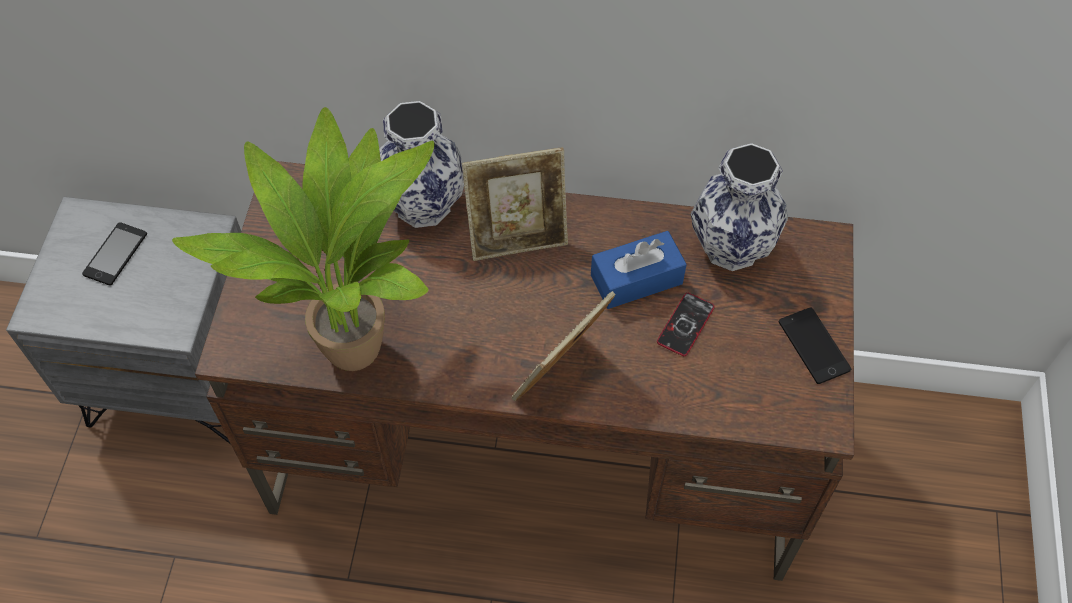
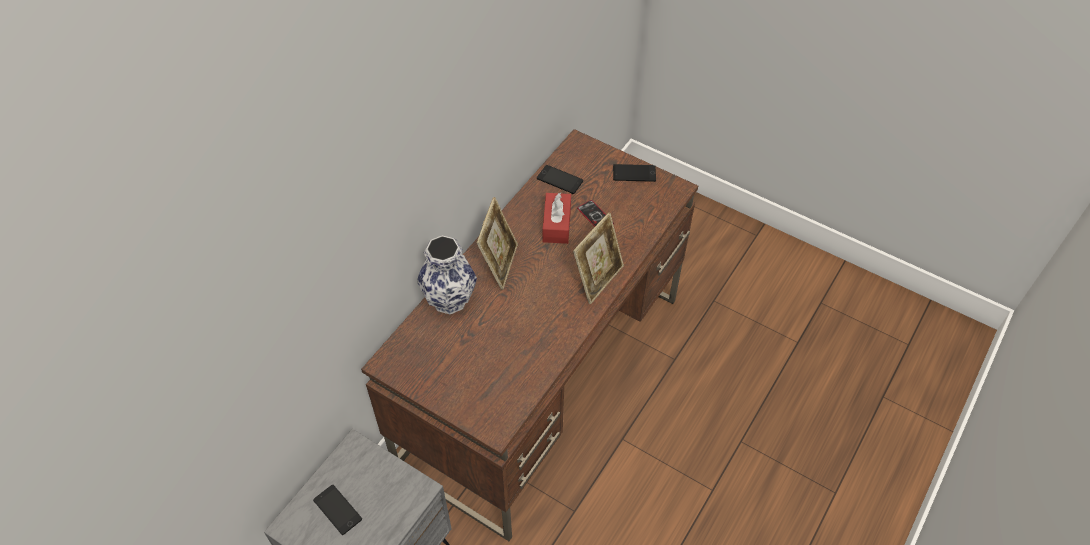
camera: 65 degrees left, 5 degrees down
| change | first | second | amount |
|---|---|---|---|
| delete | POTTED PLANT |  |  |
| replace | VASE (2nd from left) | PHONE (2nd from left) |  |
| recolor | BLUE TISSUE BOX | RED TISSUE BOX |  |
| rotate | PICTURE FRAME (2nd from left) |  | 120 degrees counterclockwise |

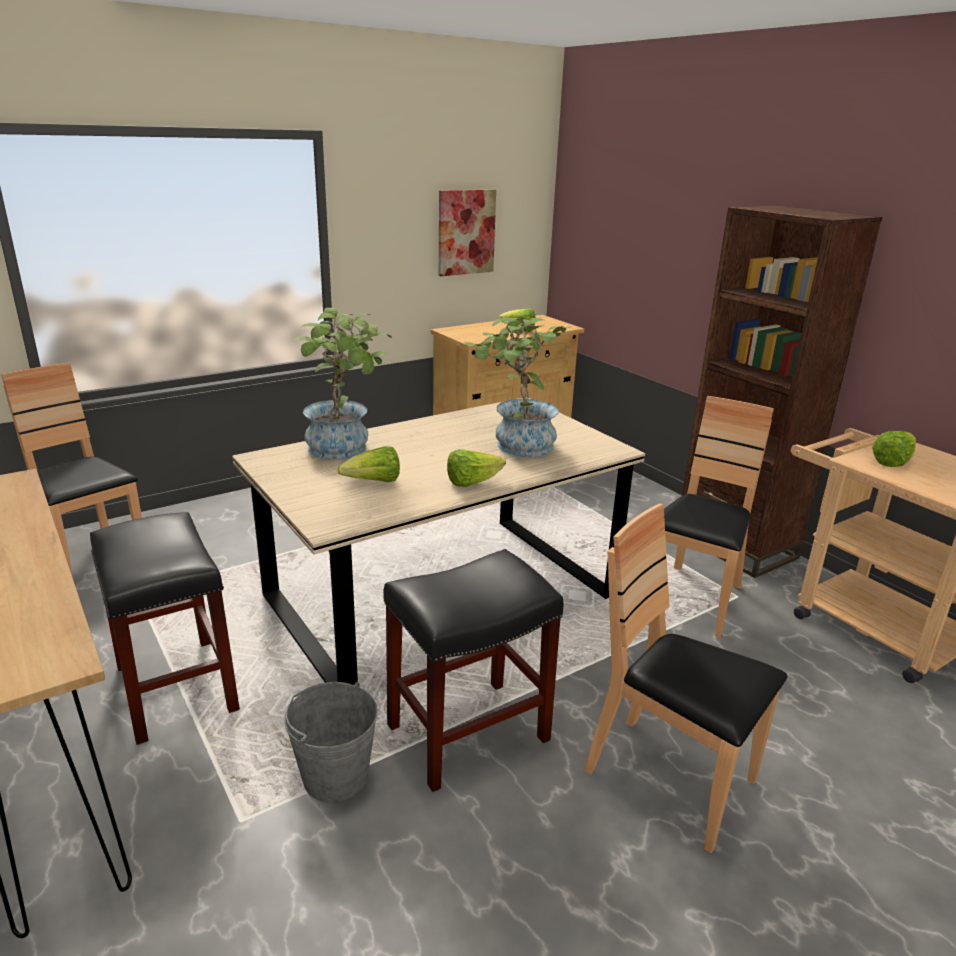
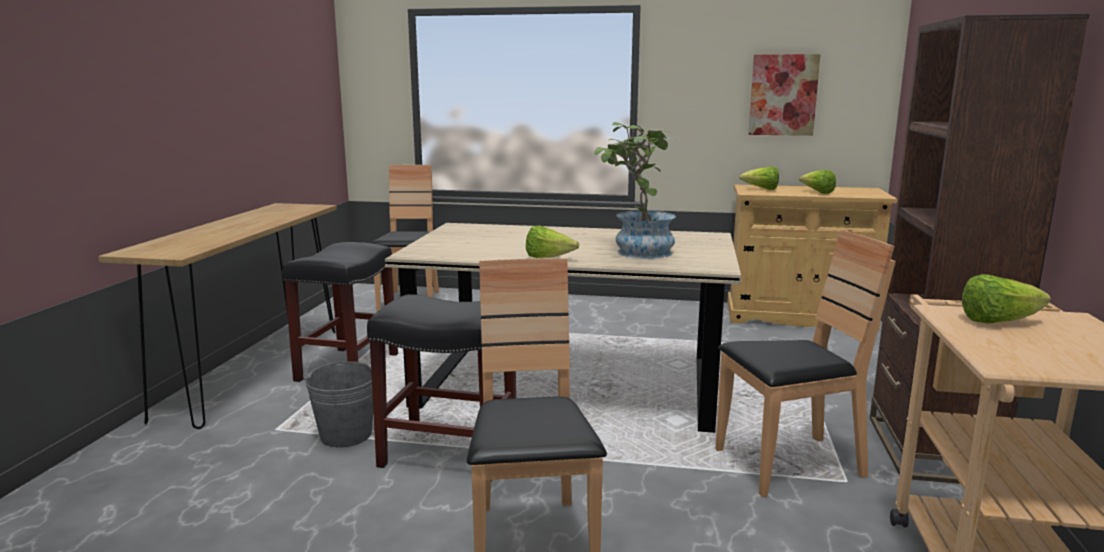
camera: 45 degrees right, 10 degrees down
| change | first | second | amount |
|---|---|---|---|
| delete | POTTED PLANT (1st from left) |  |  |
| move | LETTUCE (1st from left in the first image) | LETTUCE (2nd from left) |  |

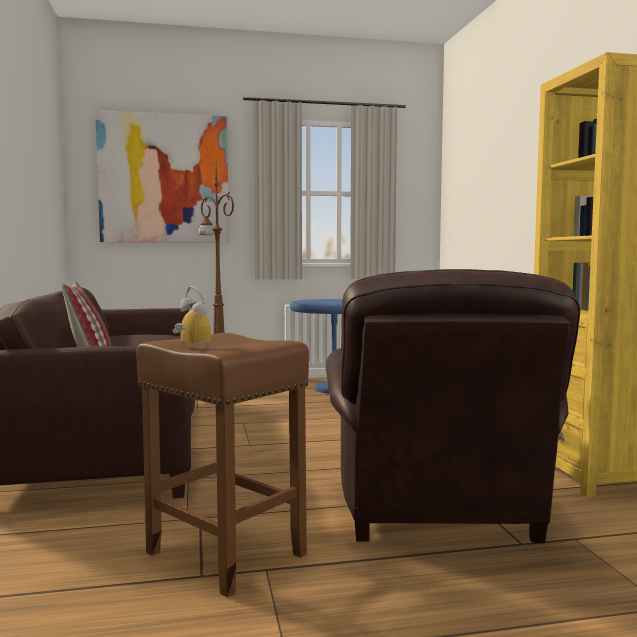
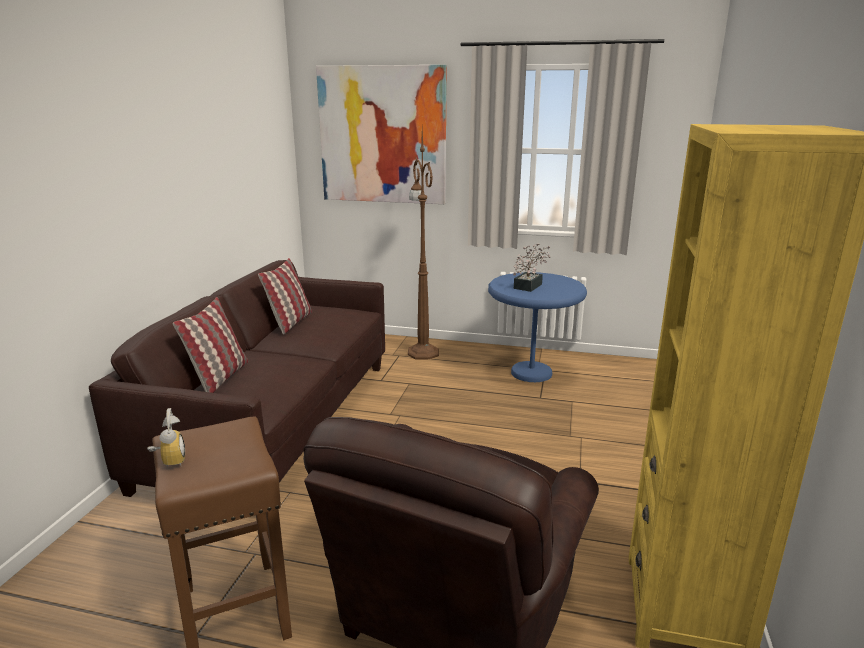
camera: 25 degrees right, 15 degrees up
| change | first | second | amount |
|---|---|---|---|
| insert |  | POTTED PLANT |  |
| insert |  | PILLOW (2nd from left) |  |

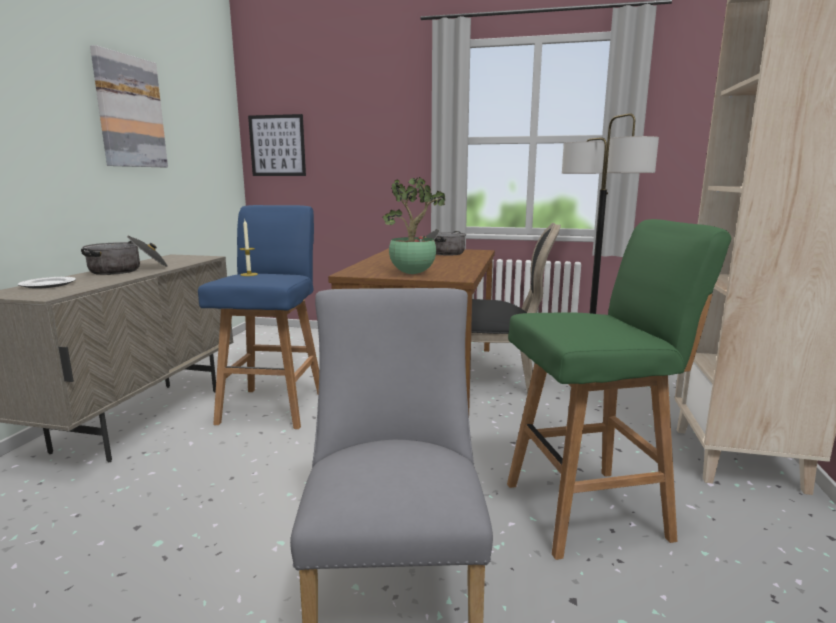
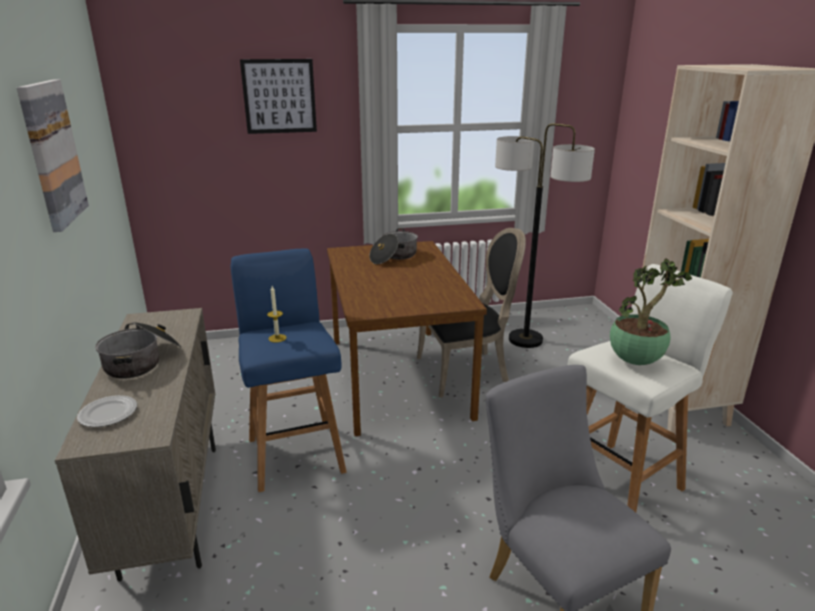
camera: 25 degrees left, 10 degrees up
| change | first | second | amount |
|---|---|---|---|
| move | PICTURE (2nd from left) |  |  |
| move | POTTED PLANT |  |  |
| recolor | GREEN STOOL | WHITE STOOL |  |

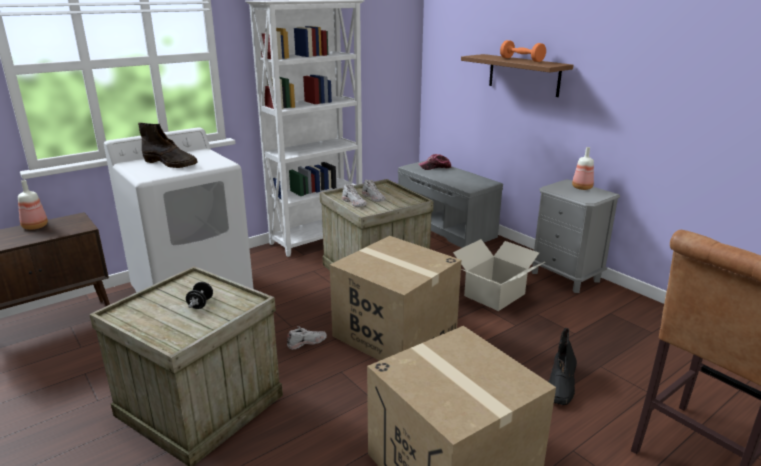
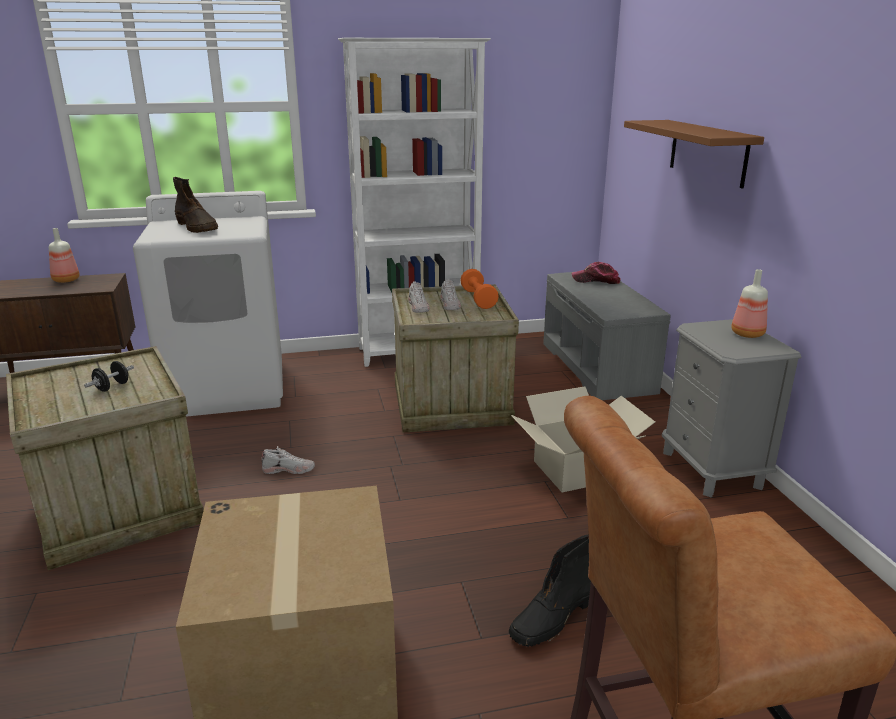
camera: 25 degrees right, 0 degrees up
| change | first | second | amount |
|---|---|---|---|
| move | ORANGE DUMBBELL |  |  |
| delete | CARDBOARD BOX (1st from left) |  |  |

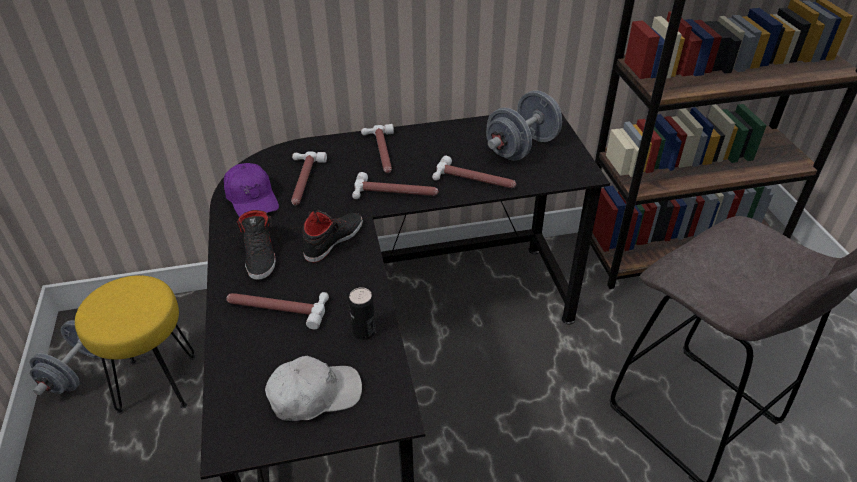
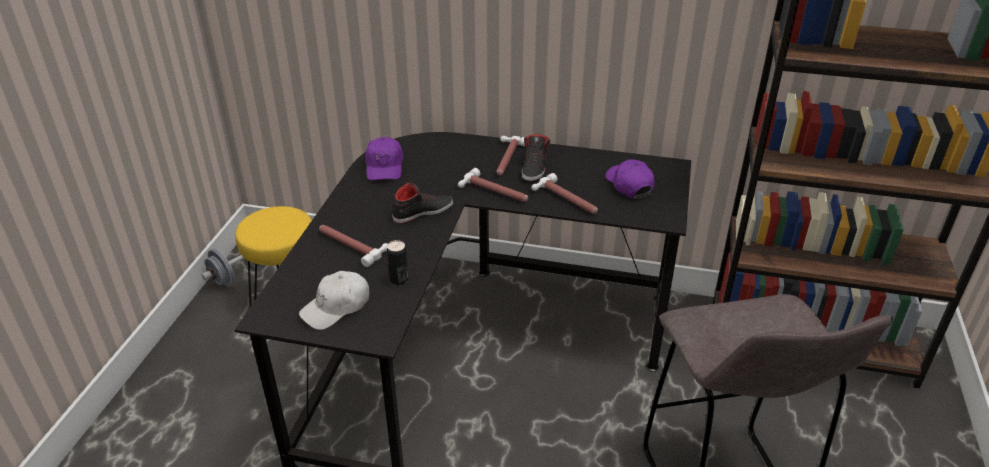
camera: 25 degrees right, 5 degrees down
| change | first | second | amount |
|---|---|---|---|
| replace | GREY DUMBBELL (2nd from left) | PURPLE CAP (2nd from left) |  |
| delete | HAMMER (2nd from left) |  |  |
| move | BLACK SHOE (1st from left in the first image) | BLACK SHOE (2nd from left) |  |
| rotate | WHITE CAP |  | 135 degrees clockwise |

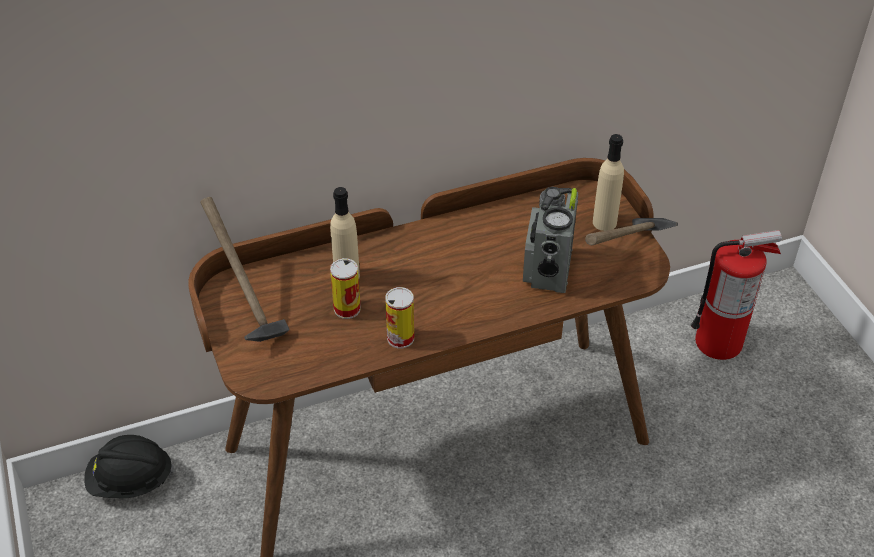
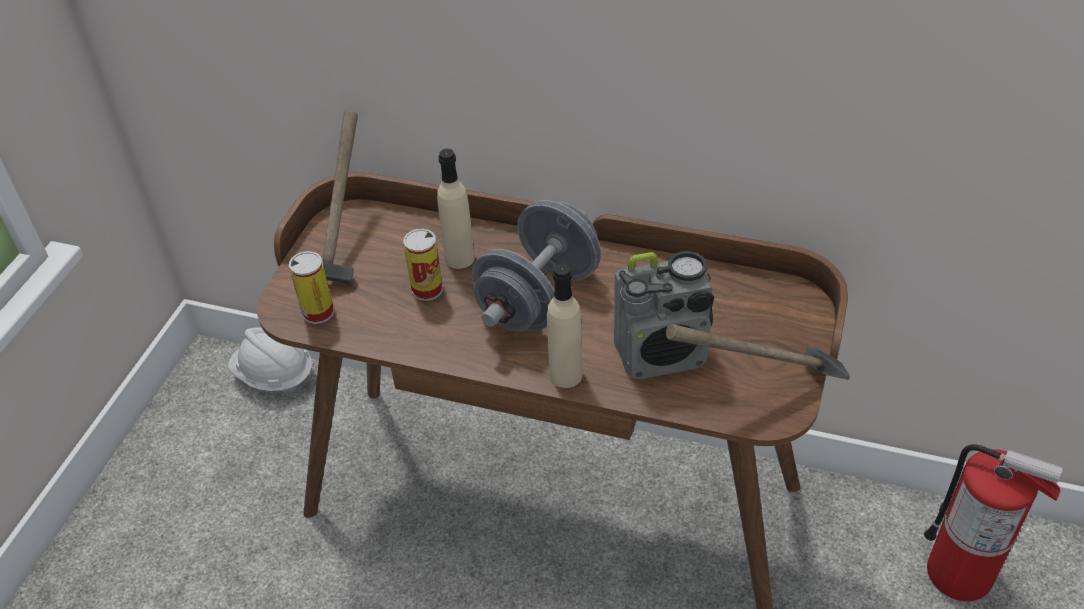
camera: 40 degrees right, 0 degrees up
| change | first | second | amount |
|---|---|---|---|
| move | BEIGE BOTTLE (2nd from left) |  |  |
| rotate | RADIO |  | 150 degrees counterclockwise |
| move | CAN (2nd from left in the first image) | CAN (1st from left) |  |
| recolor | BLACK HARD HAT | WHITE HARD HAT |  |
| insert |  | GREY DUMBBELL |  |

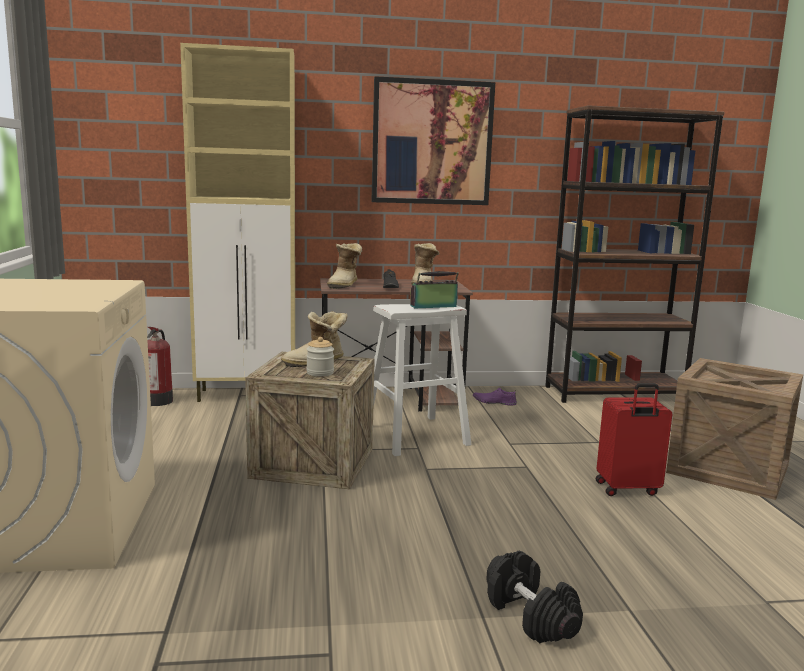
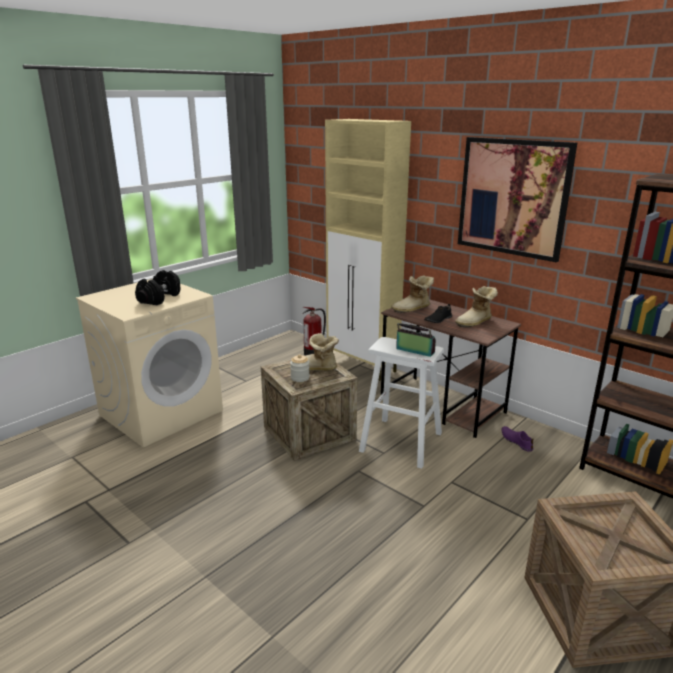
camera: 50 degrees right, 10 degrees up
| change | first | second | amount |
|---|---|---|---|
| delete | RED SUITCASE |  |  |
| move | BLACK DUMBBELL |  |  |

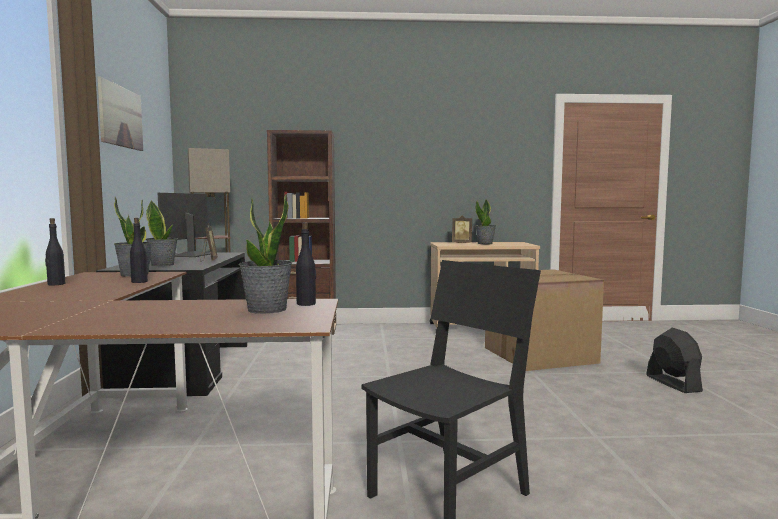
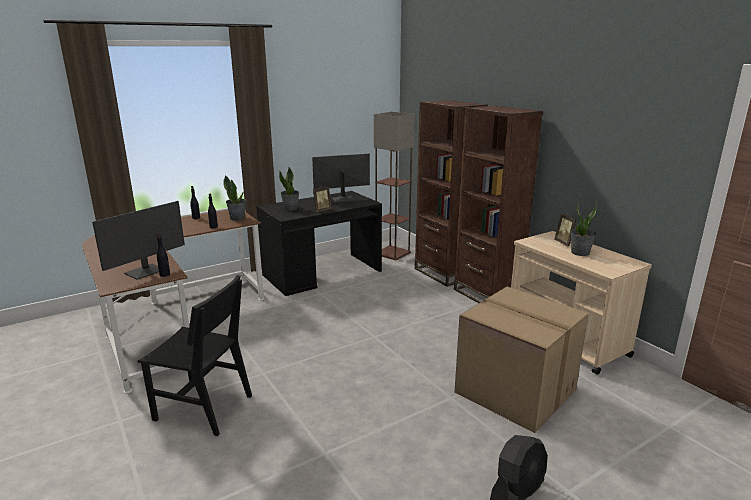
camera: 60 degrees right, 15 degrees up
| change | first | second | amount |
|---|---|---|---|
| delete | PICTURE |  |  |
| replace | POTTED PLANT (3rd from left) | MONITOR (1st from left) |  |
| insert |  | BROWN BOOKCASE (2nd from left) |  |

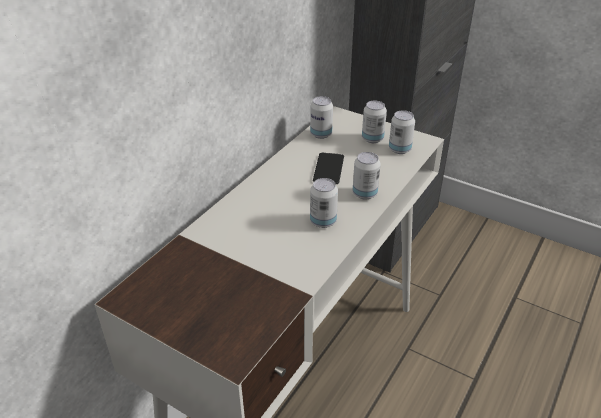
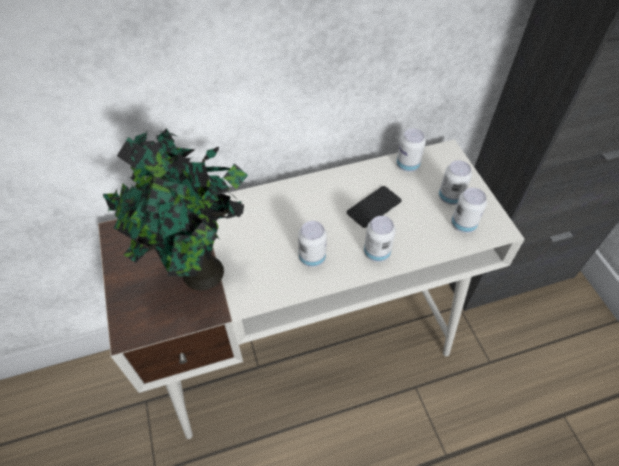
camera: 40 degrees right, 15 degrees up
| change | first | second | amount |
|---|---|---|---|
| insert |  | POTTED PLANT |  |

